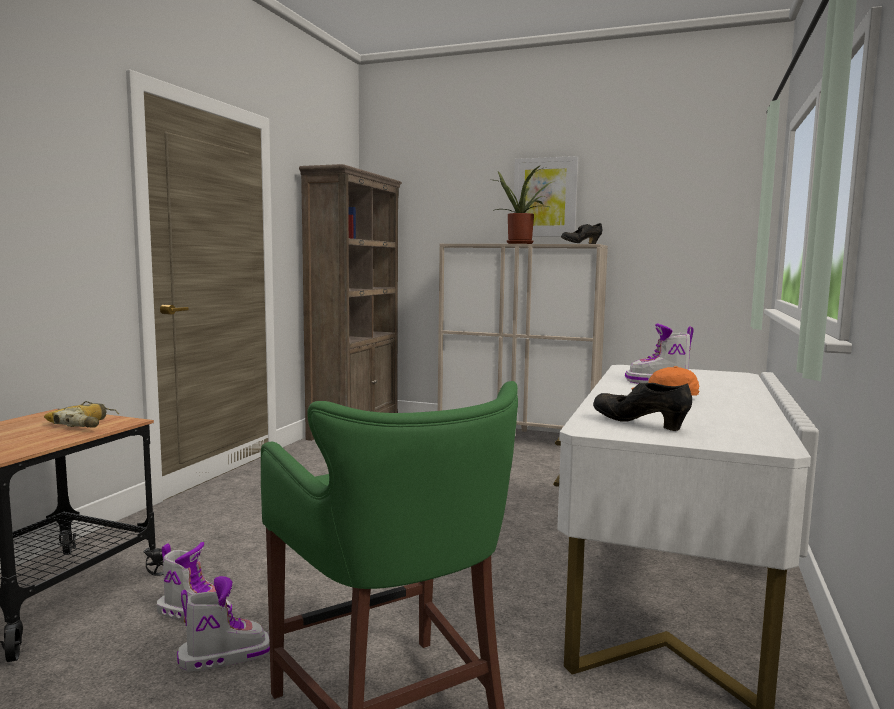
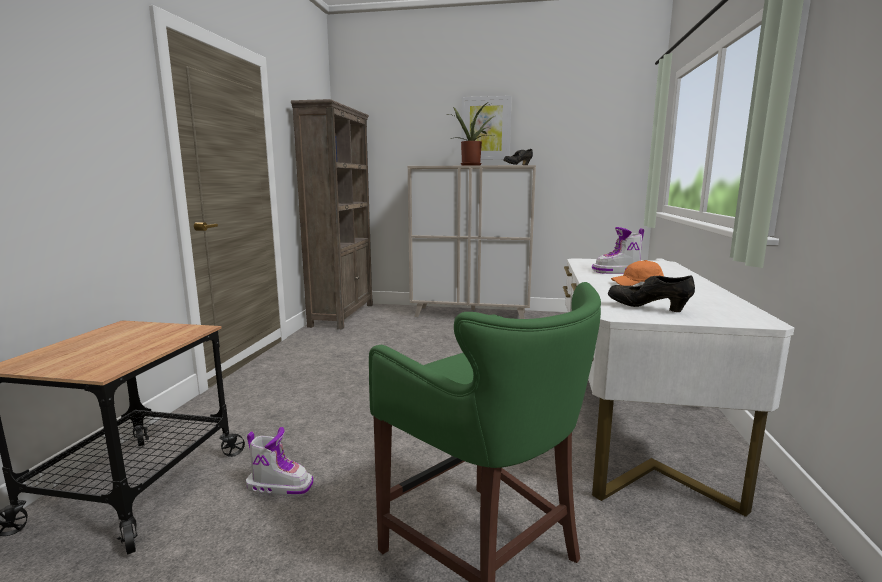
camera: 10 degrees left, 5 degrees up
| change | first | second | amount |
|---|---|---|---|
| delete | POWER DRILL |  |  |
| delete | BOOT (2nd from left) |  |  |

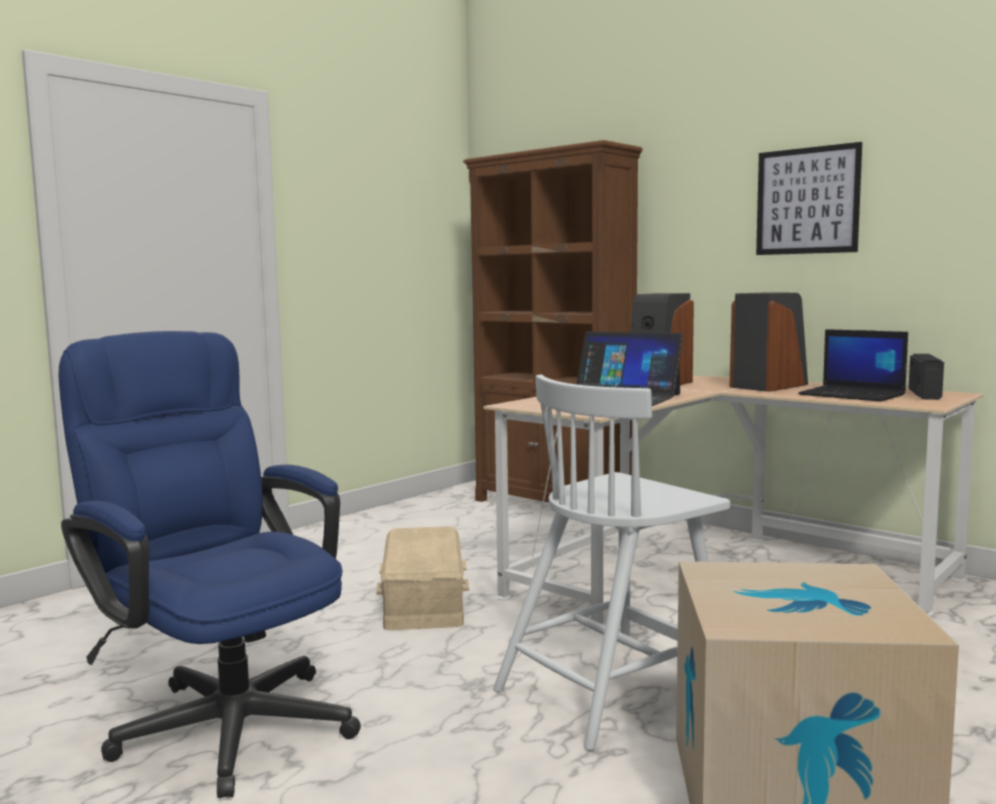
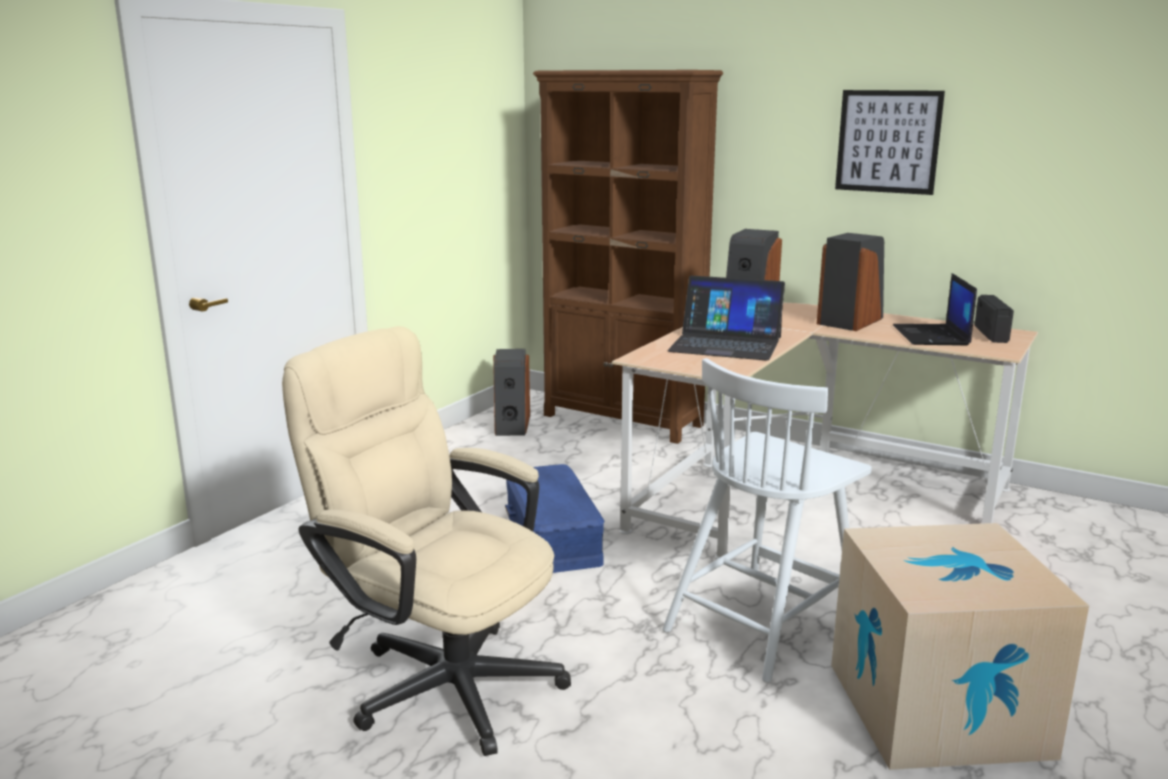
camera: 10 degrees left, 10 degrees up
| change | first | second | amount |
|---|---|---|---|
| rotate | LAPTOP (2nd from left) |  | 60 degrees clockwise |
| recolor | BLUE OFFICE CHAIR | BEIGE OFFICE CHAIR |  |
| recolor | BEIGE STORAGE BOX | BLUE STORAGE BOX |  |
| insert |  | SPEAKER (1st from left) |  |

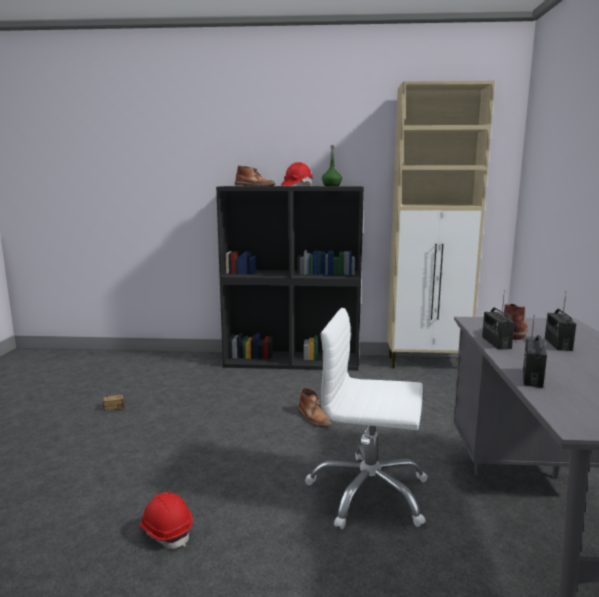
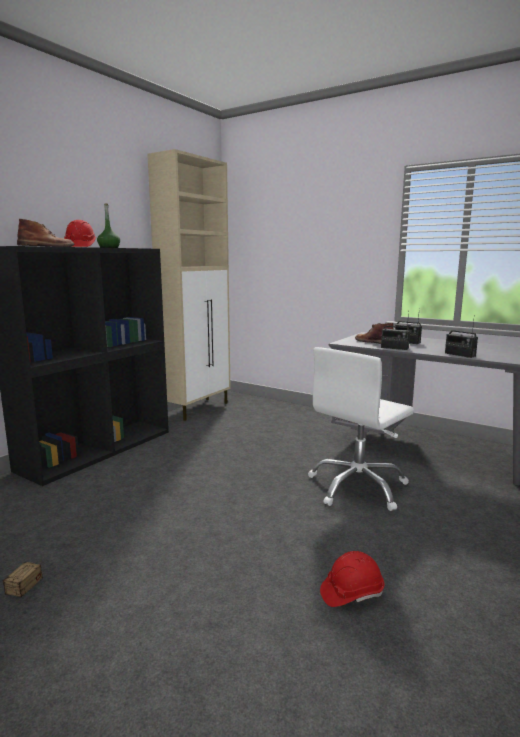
camera: 60 degrees left, 0 degrees up
| change | first | second | amount |
|---|---|---|---|
| delete | BROWN BOOT (2nd from left) |  |  |

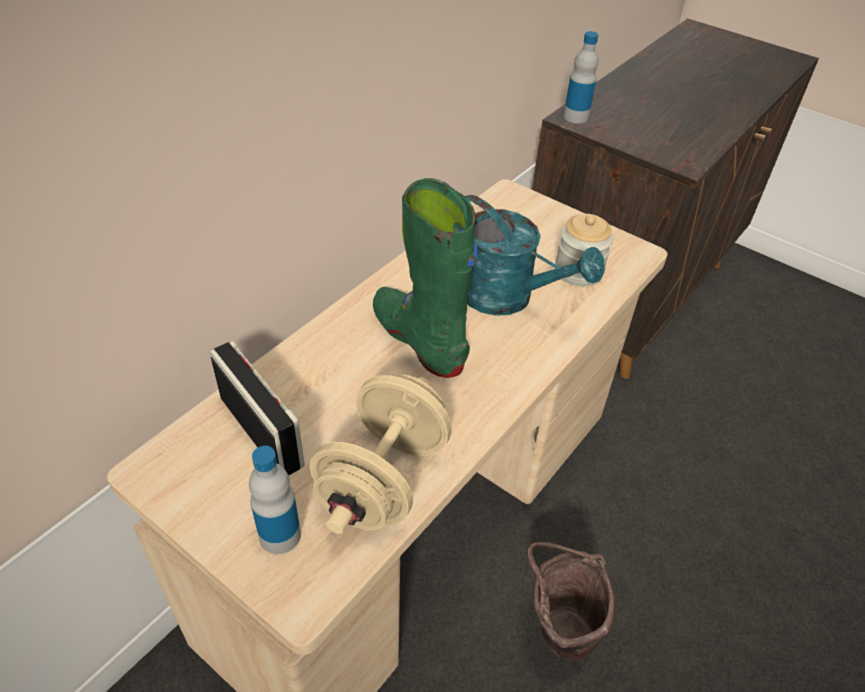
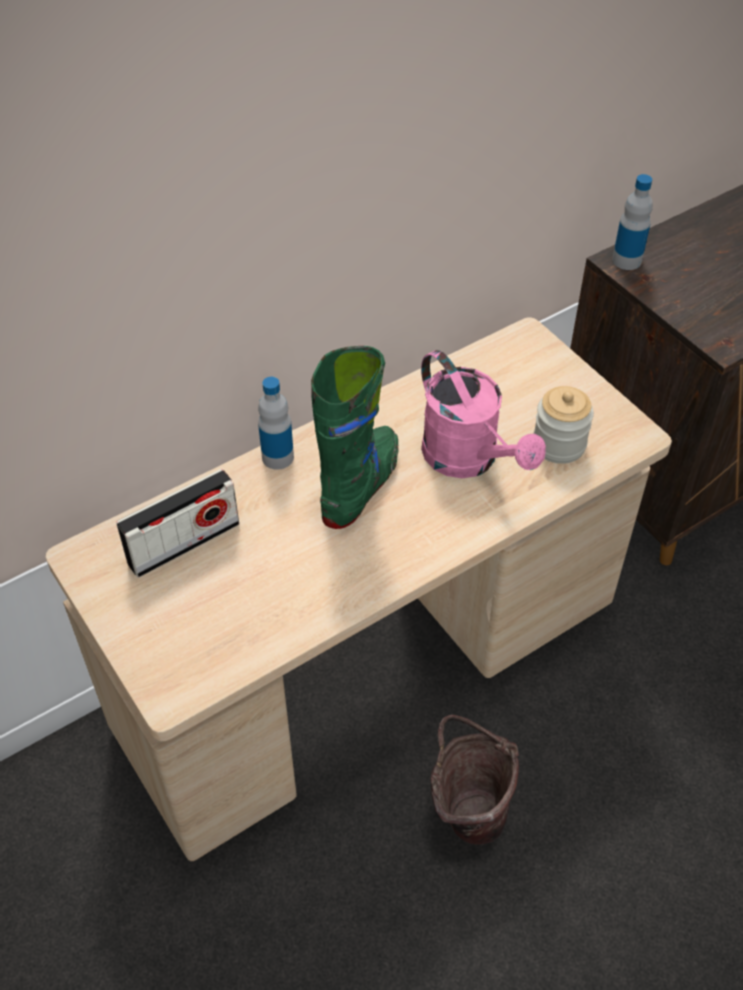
camera: 20 degrees right, 5 degrees up
| change | first | second | amount |
|---|---|---|---|
| rotate | GREEN BOOT |  | 45 degrees clockwise |
| recolor | TURQUOISE WATERING CAN | PINK WATERING CAN |  |
| rotate | RADIO |  | 75 degrees clockwise |
| delete | BEIGE DUMBBELL |  |  |
| move | BOTTLE (1st from left) |  |  |

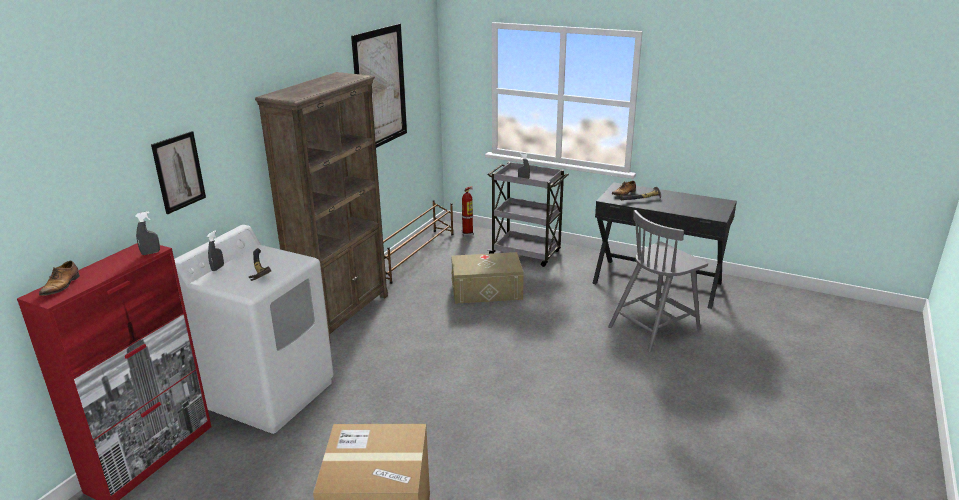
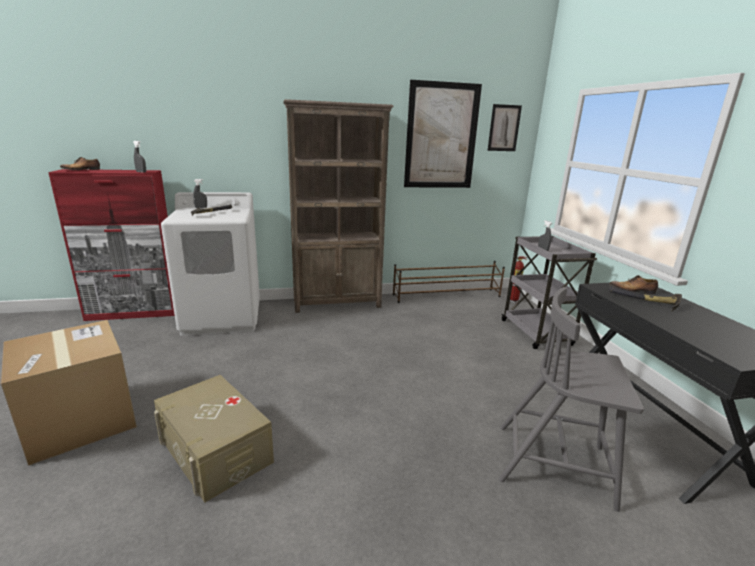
camera: 50 degrees right, 5 degrees down
| change | first | second | amount |
|---|---|---|---|
| move | PICTURE (1st from left in the first image) | PICTURE (2nd from left) |  |
| move | BEIGE STORAGE BOX |  |  |

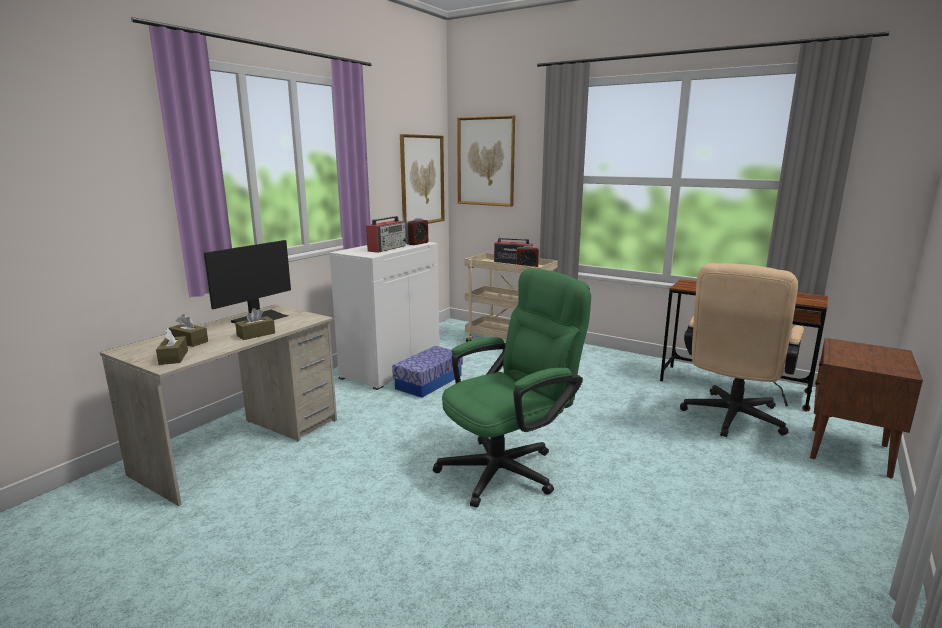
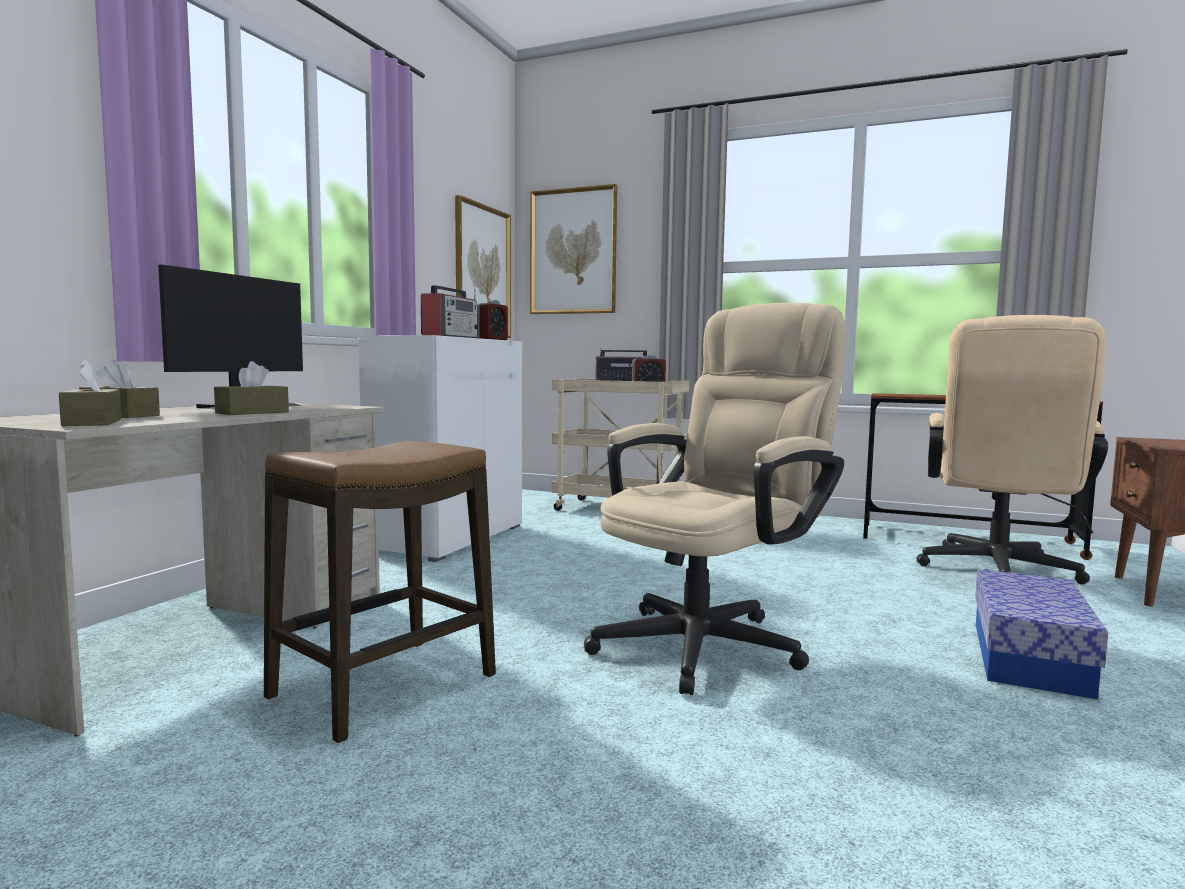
camera: 10 degrees left, 10 degrees down
| change | first | second | amount |
|---|---|---|---|
| recolor | GREEN OFFICE CHAIR | BEIGE OFFICE CHAIR (1st from left) |  |
| move | STORAGE BOX |  |  |
| insert |  | STOOL |  |

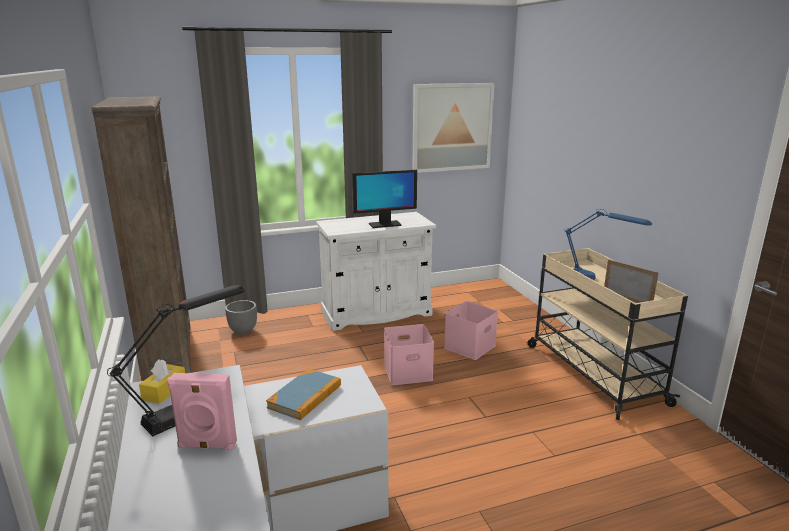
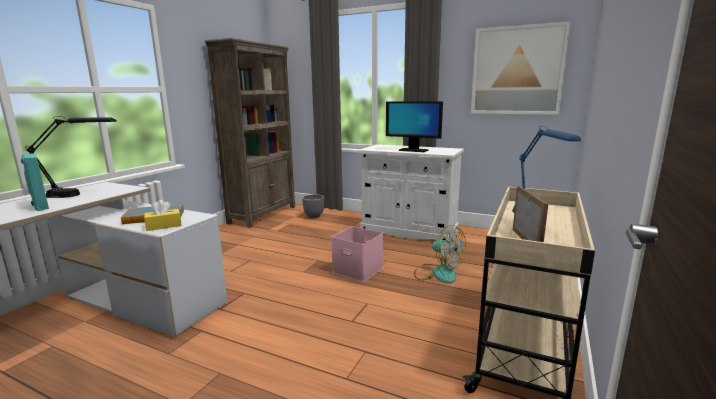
camera: 45 degrees right, 5 degrees down
| change | first | second | amount |
|---|---|---|---|
| replace | PINK STORAGE BOX (2nd from left) | FAN |  |
| move | YELLOW TISSUE BOX |  |  |
| recolor | PINK SPEAKER | TURQUOISE SPEAKER |  |

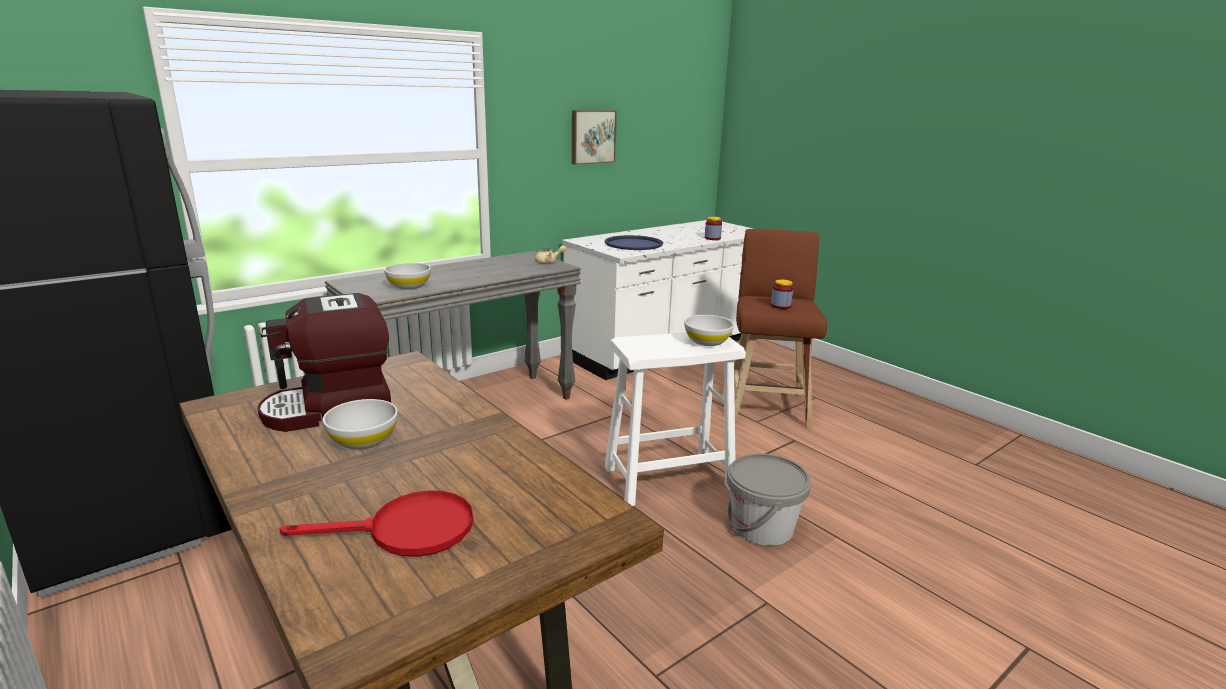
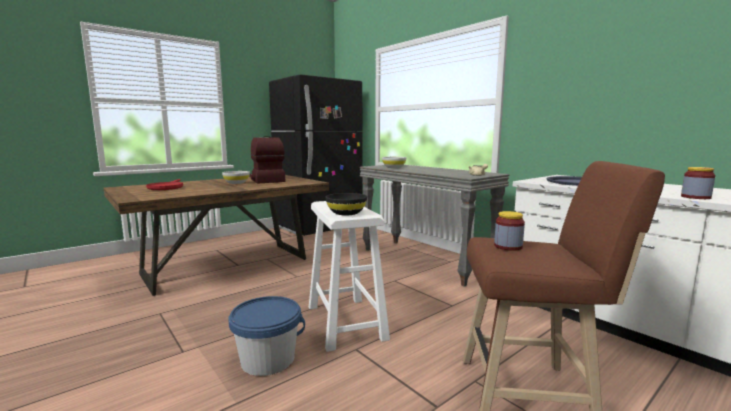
camera: 90 degrees right, 10 degrees down
| change | first | second | amount |
|---|---|---|---|
| delete | PICTURE |  |  |
| recolor | WHITE BOWL (3rd from left) | BLACK BOWL |  |
| recolor | GREY BUCKET | BLUE BUCKET |  |

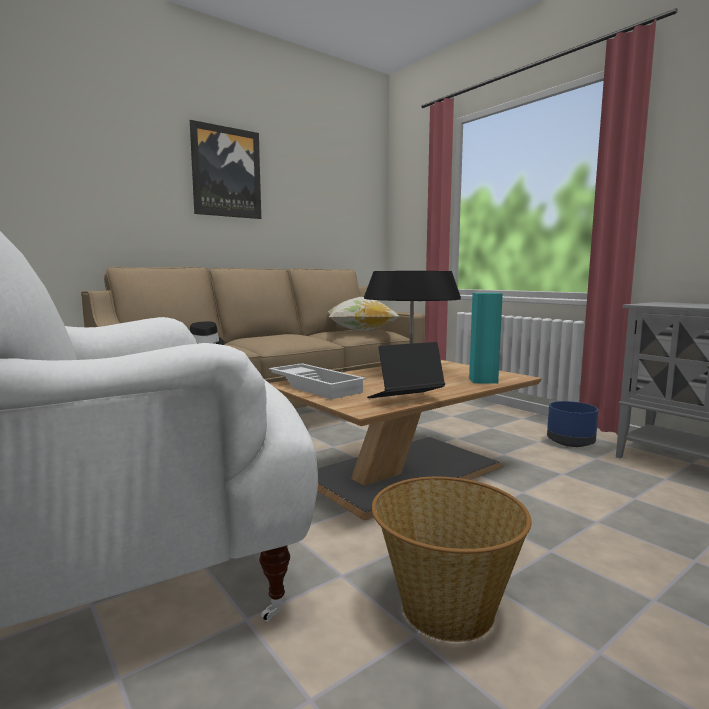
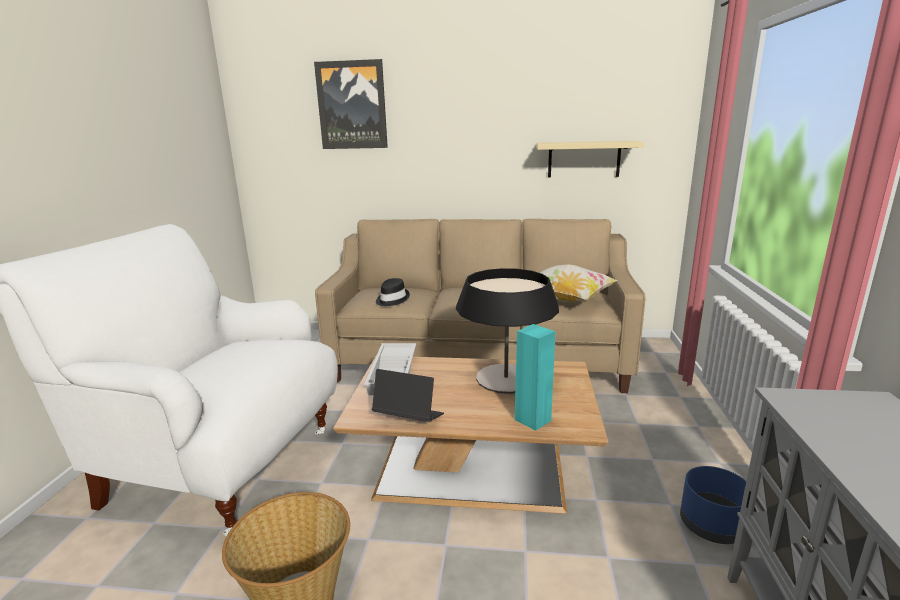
camera: 45 degrees right, 10 degrees up
| change | first | second | amount |
|---|---|---|---|
| move | PICTURE |  |  |
| insert |  | BEIGE SHELF |  |

